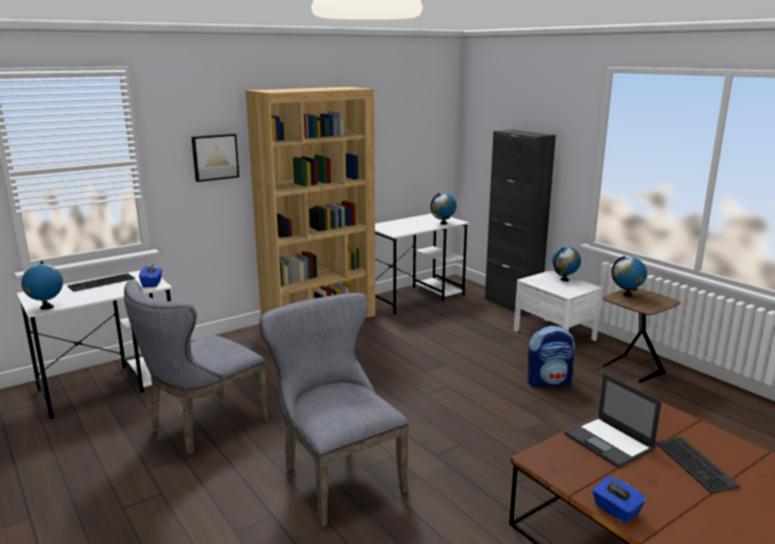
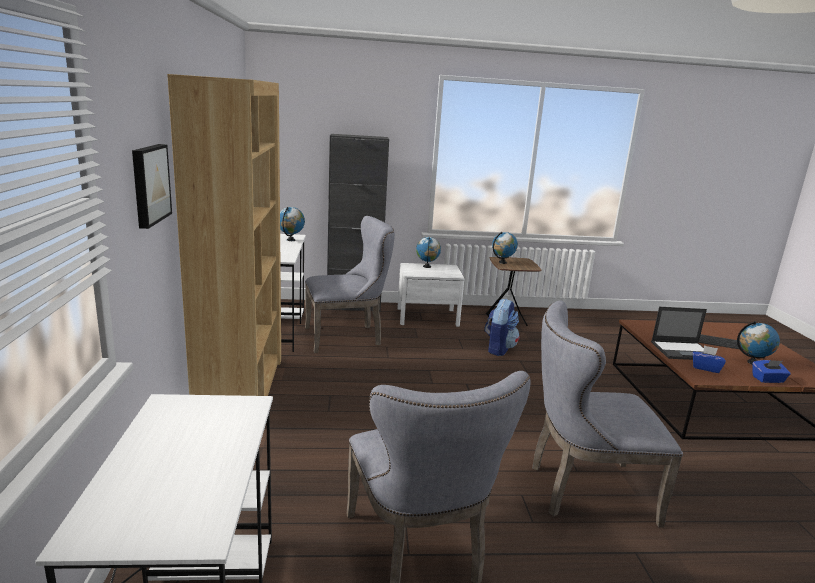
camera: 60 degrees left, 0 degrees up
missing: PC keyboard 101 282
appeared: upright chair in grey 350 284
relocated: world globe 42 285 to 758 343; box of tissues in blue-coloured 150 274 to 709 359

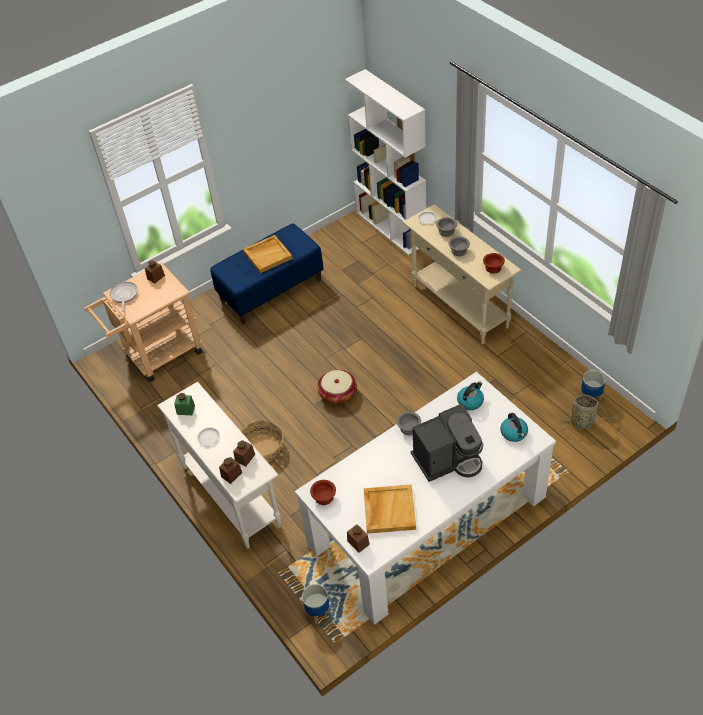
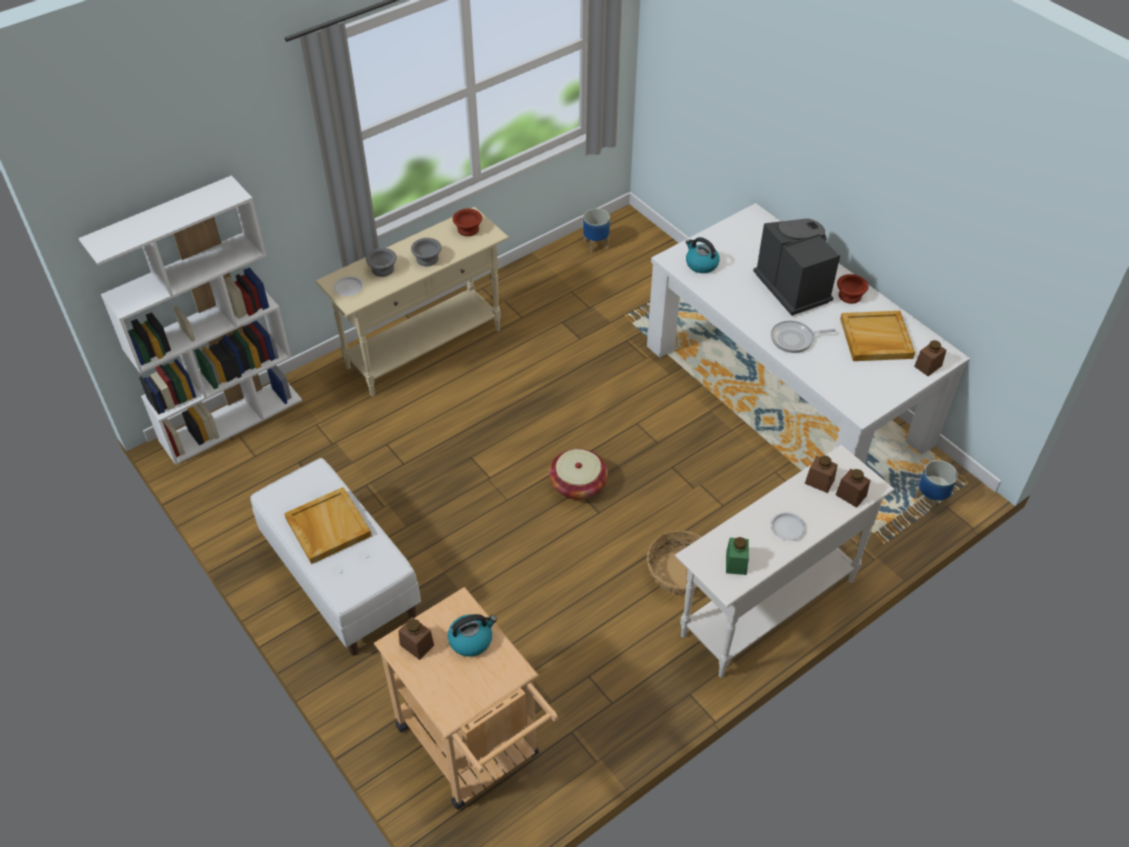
camera: 95 degrees left, 0 degrees up
missing: household basket 588 412; serving bowl in grey 409 423
relocated: pan 124 297 to 803 337; water kettle 514 427 to 472 635; serving bowl in brown 323 492 to 853 289
colour: indoor bench in blue-coloured 267 273 to indoor bench in white-coloured 335 557

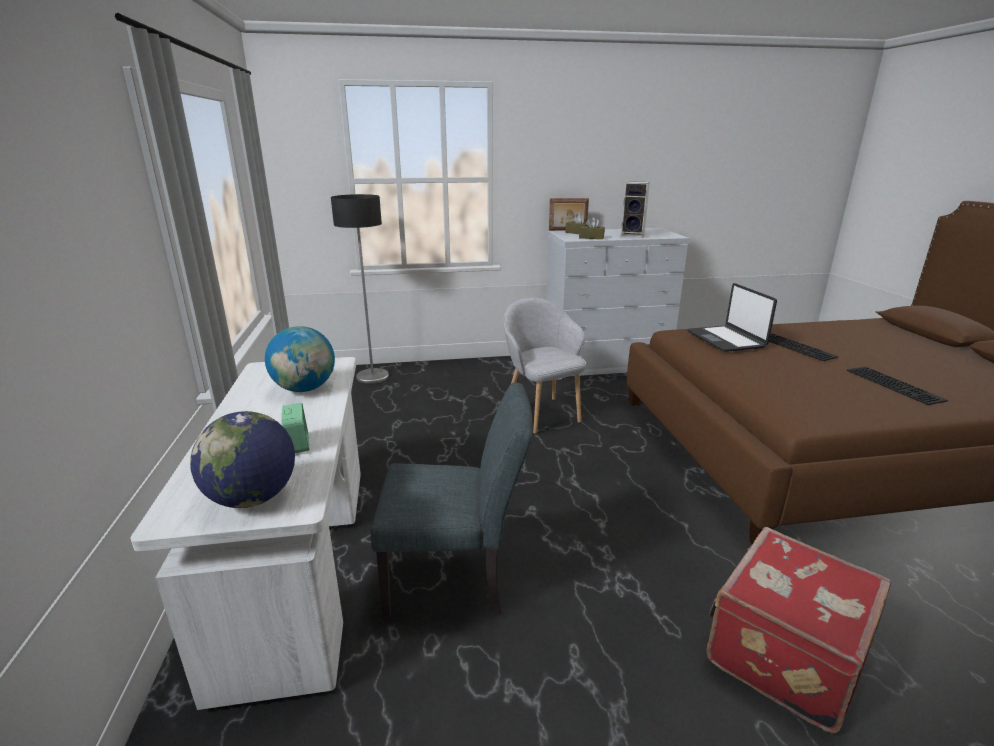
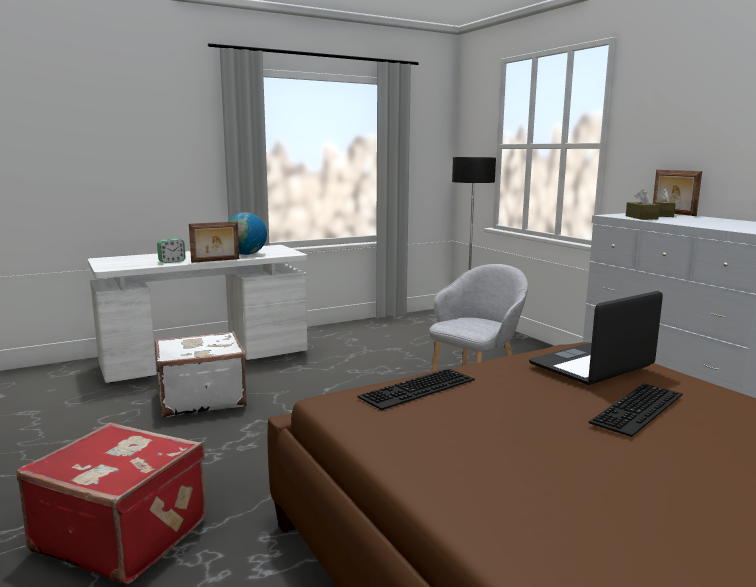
camera: 70 degrees right, 10 degrees down
missing: speaker 635 209; world globe 242 459
appeared: photo frame 214 242
relocated: PC keyboard 897 386 to 416 389
exchanged: upright chair in grey 452 500 to suitcase in white-coloured 201 374

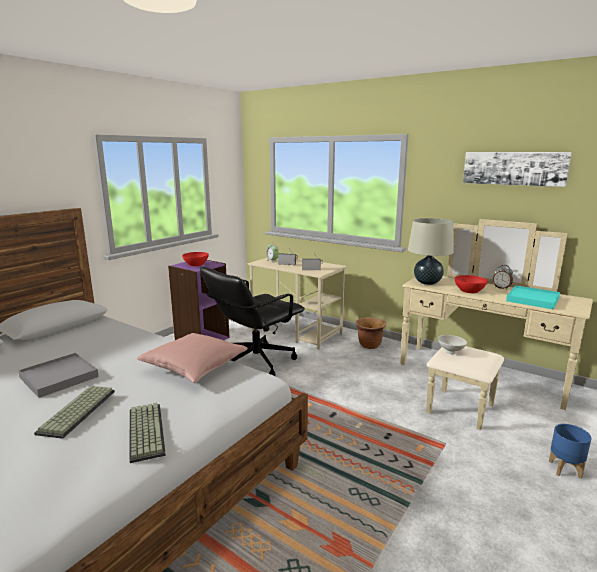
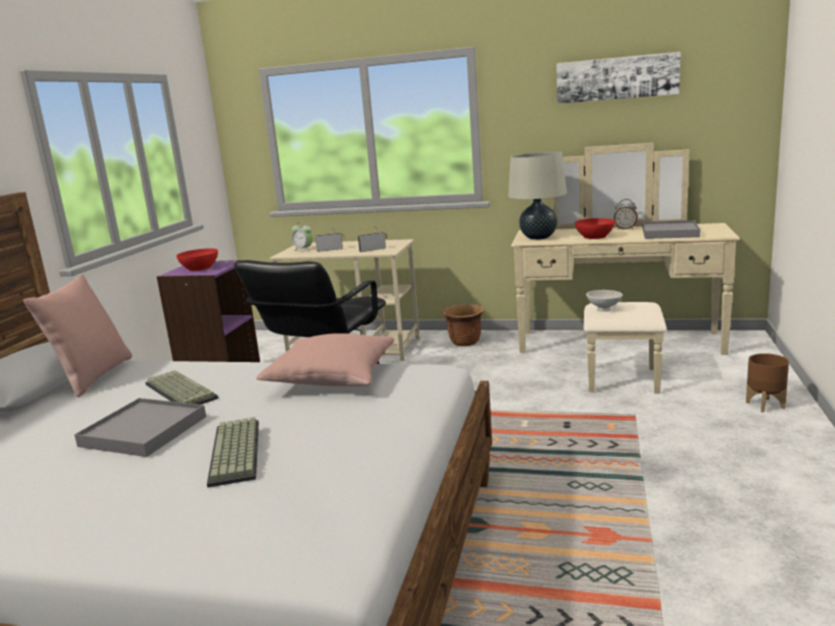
camera: 20 degrees left, 0 degrees up
appeared: throw pillow in pink 77 335
relocated: PC keyboard 147 433 to 181 387
colour: serving tray in blue-green 533 297 to serving tray in grey 671 229; plant pot in blue-coloured 570 451 to plant pot in brown 767 383

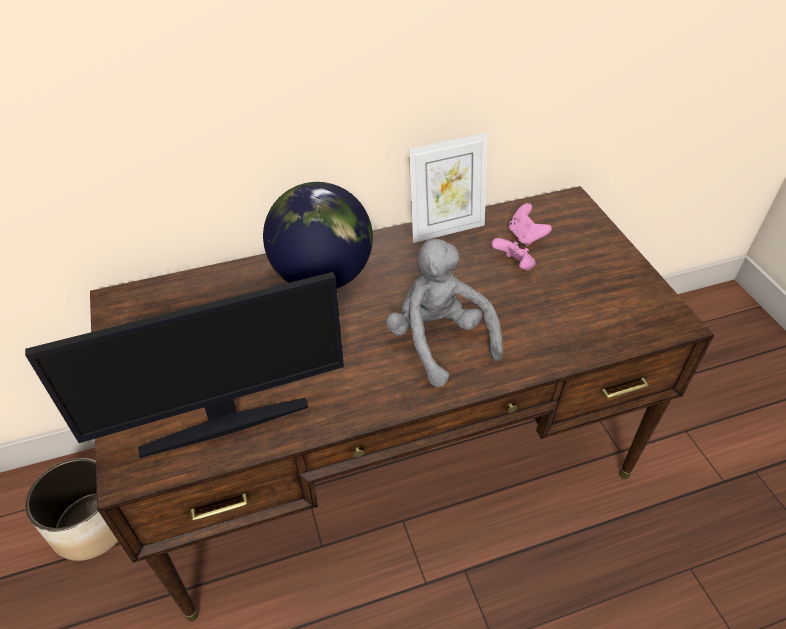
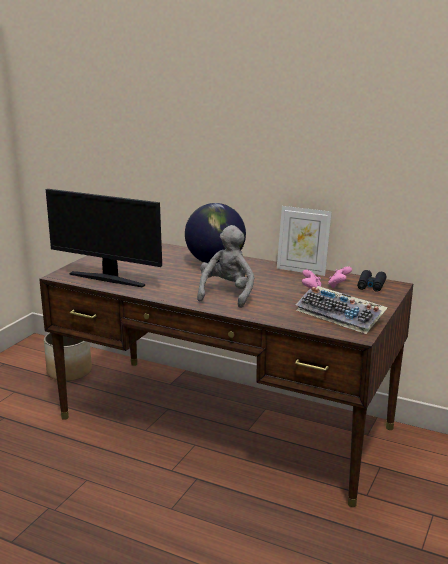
camera: 45 degrees right, 25 degrees down
appeared: binoculars in blackish 372 281; PC keyboard 341 310

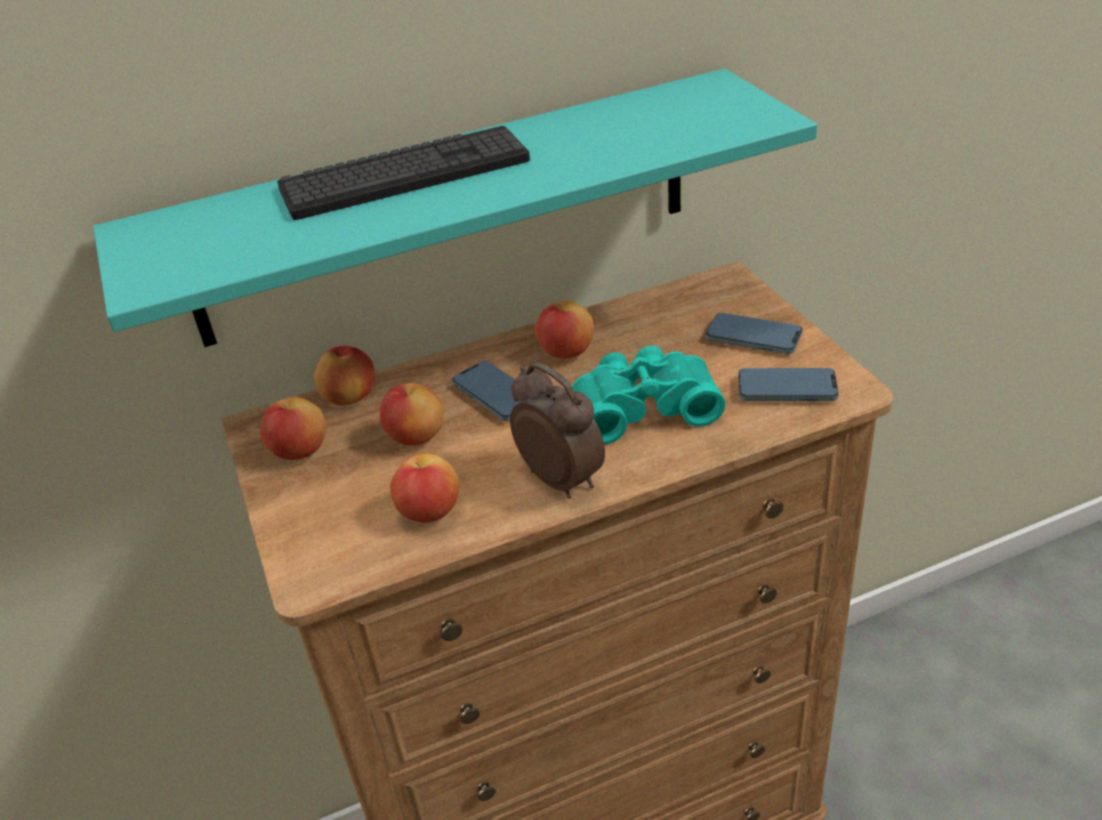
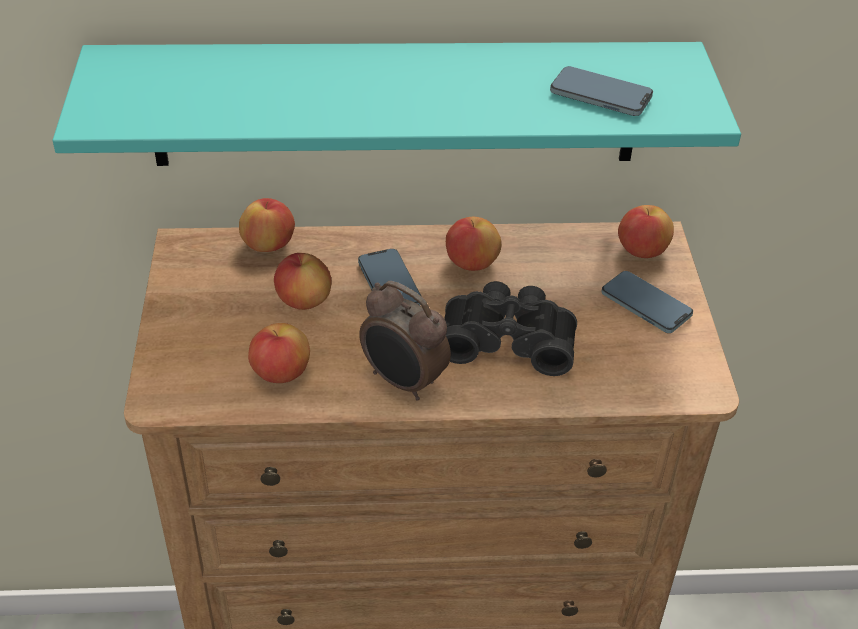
camera: 15 degrees right, 5 degrees up
missing: PC keyboard 403 173
relocated: phone 788 384 to 601 91; apple fruit 293 428 to 646 231
colour: binoculars in blue-green 649 395 to binoculars in blackish 510 328
spun: bedside clock 557 430 = 405 341 150 degrees clockwise

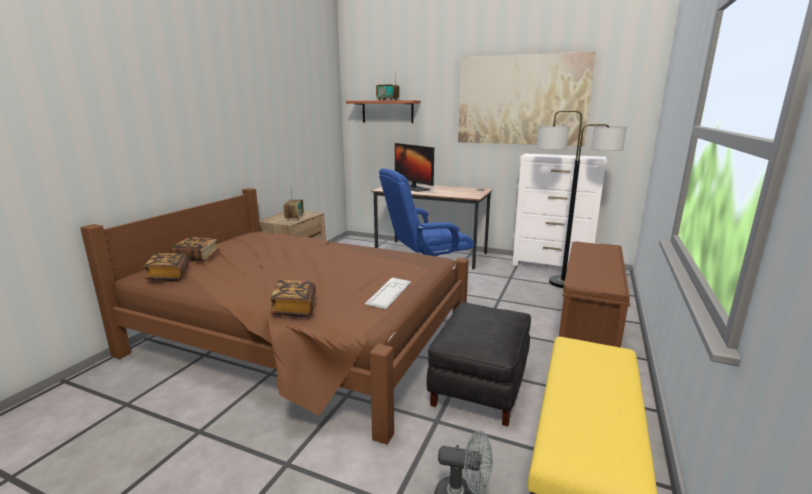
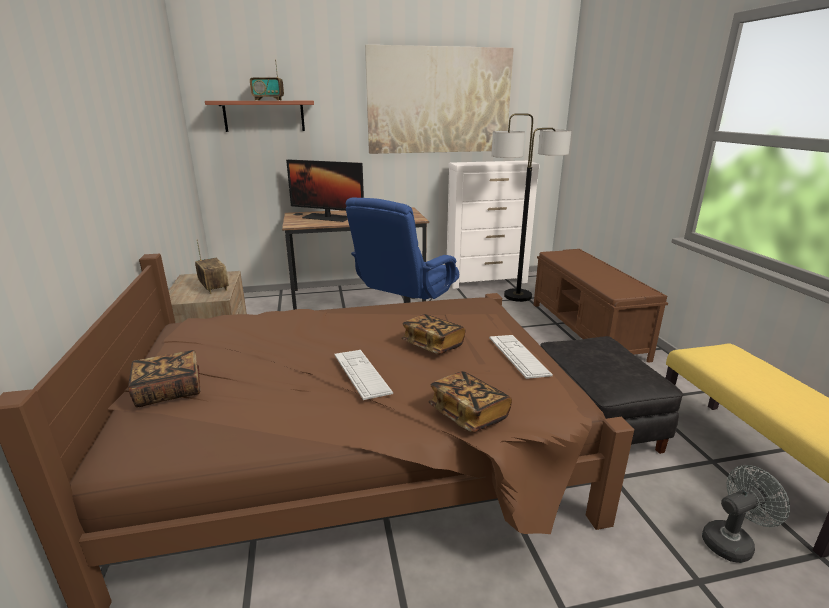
camera: 35 degrees left, 5 degrees up
appeared: PC keyboard 363 375
relocated: book 166 267 to 433 334

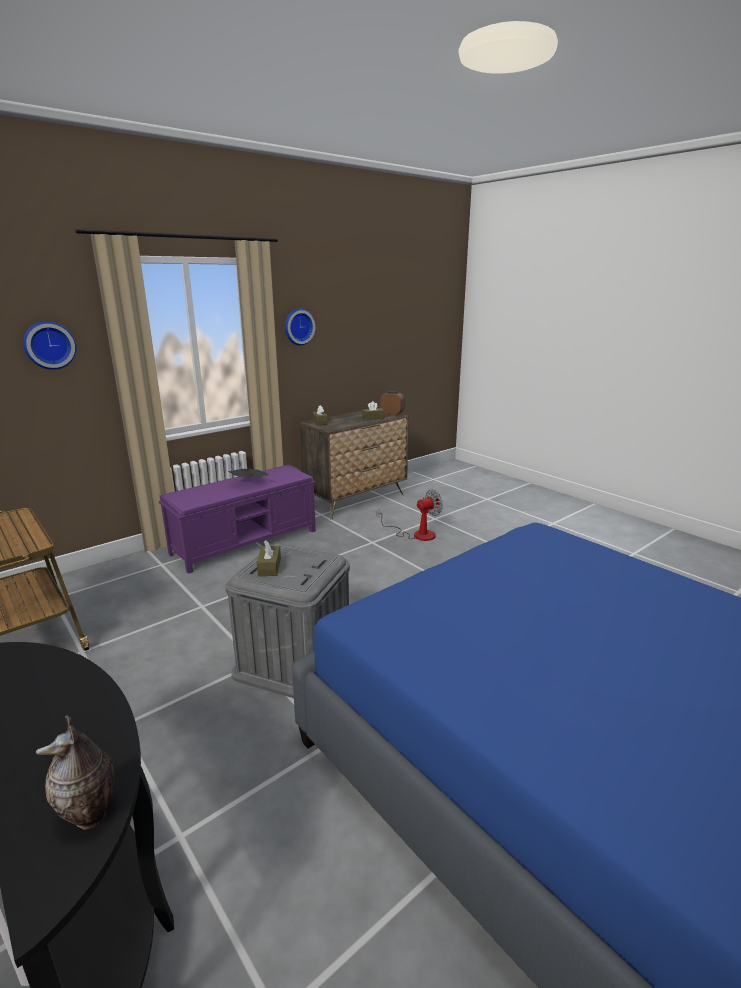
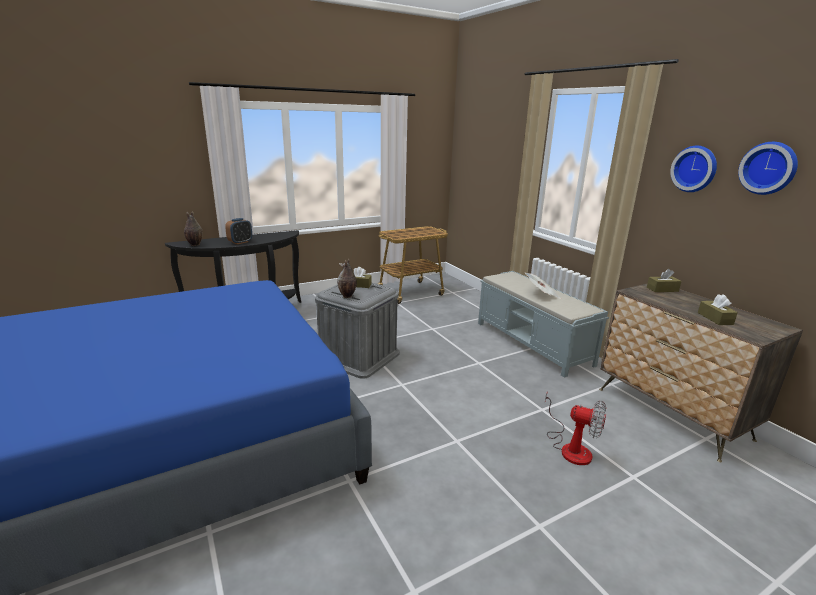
camera: 100 degrees right, 0 degrees up
appeared: decorative vase 347 278
relocated: clock on the wall 50 345 to 768 168; bedside clock 392 403 to 238 231
colour: indoor bench in purplish 237 519 to indoor bench in grey 543 324
spun: fan 410 515 = 576 428 45 degrees counterclockwise

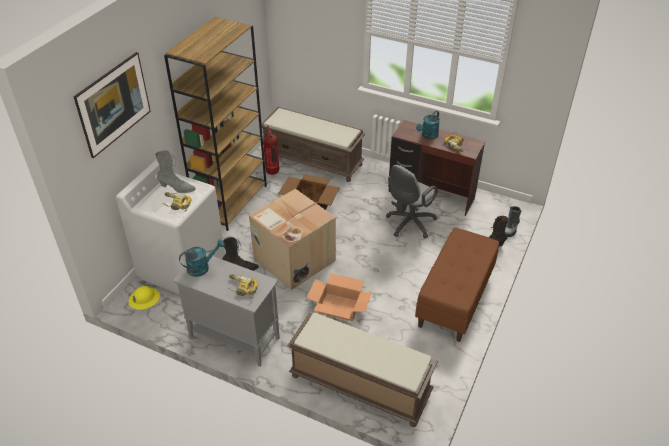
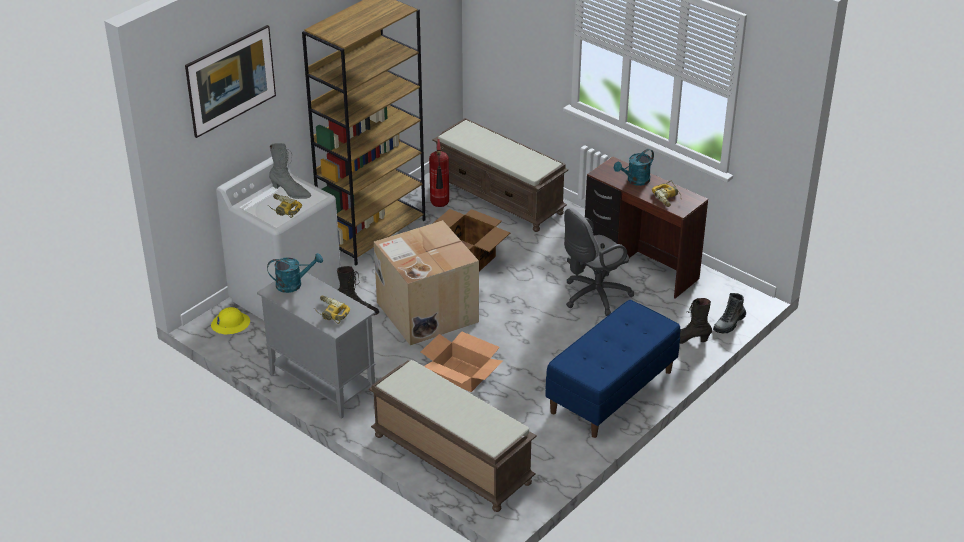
camera: 15 degrees right, 5 degrees down
colour: indoor bench in brown 457 285 to indoor bench in blue-coloured 613 369

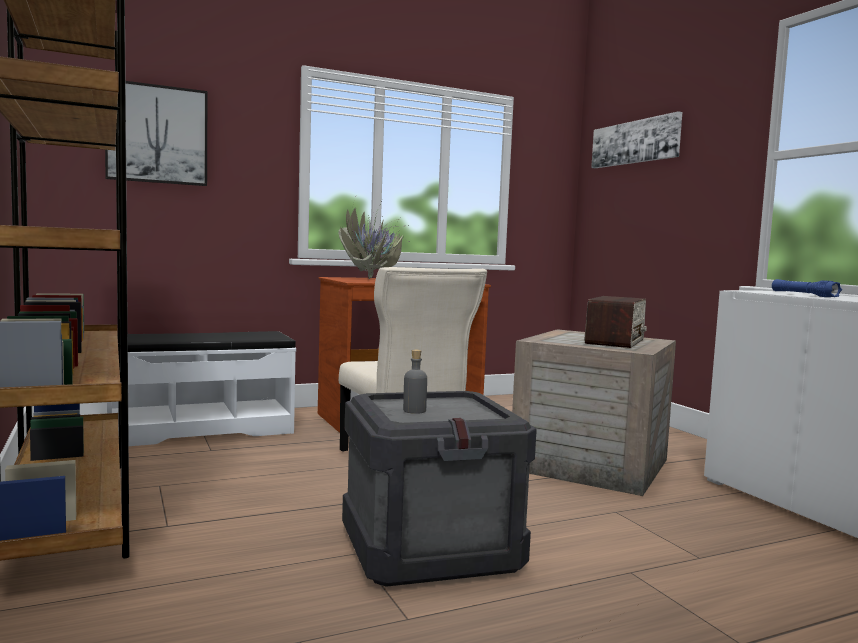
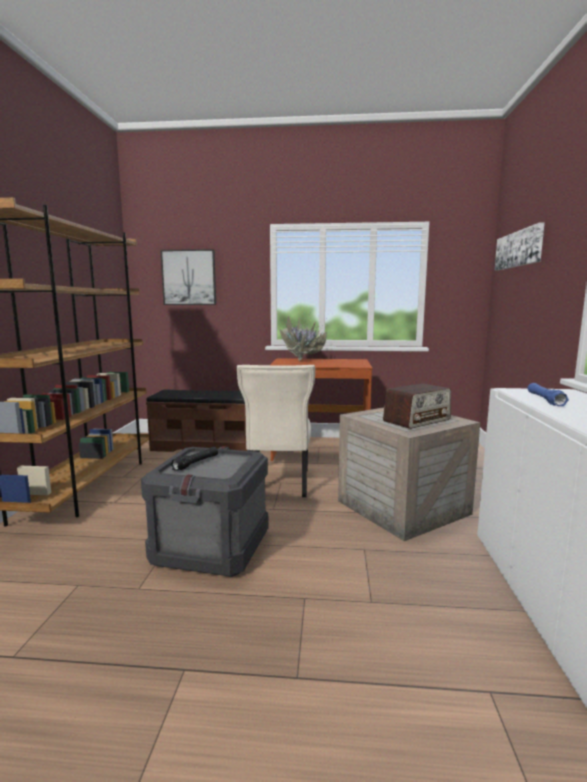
camera: 30 degrees right, 5 degrees up
exchanged: bottle in grey 415 382 to torch in blackish 194 459
colour: indoor bench in white-coloured 201 388 to indoor bench in brown 196 420

